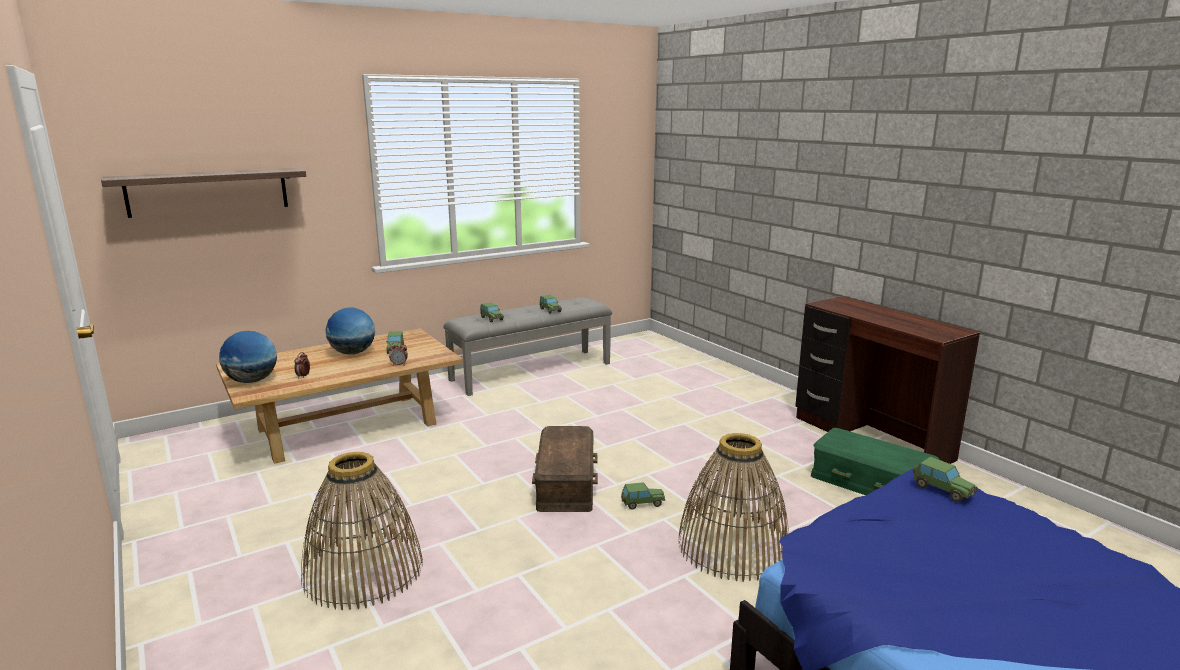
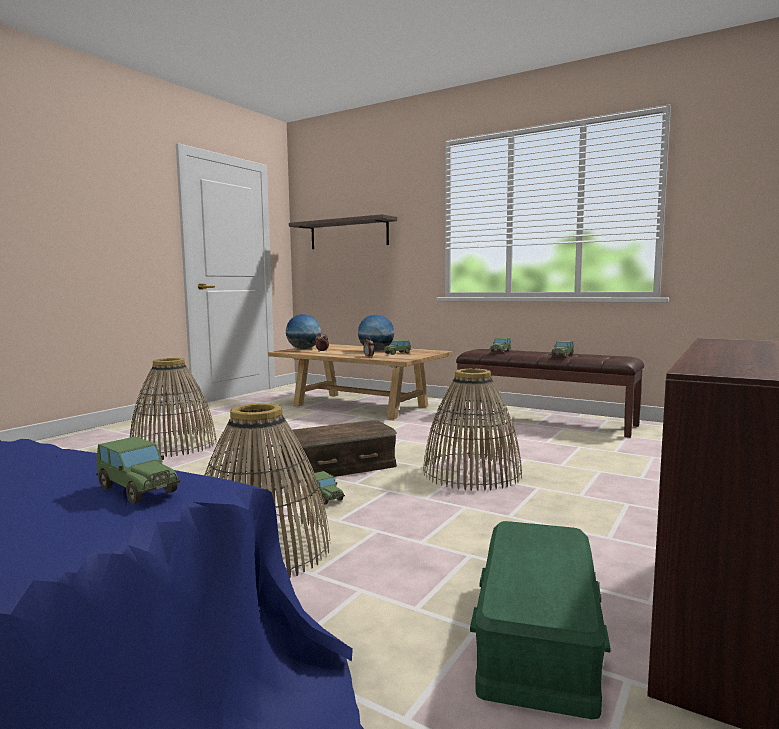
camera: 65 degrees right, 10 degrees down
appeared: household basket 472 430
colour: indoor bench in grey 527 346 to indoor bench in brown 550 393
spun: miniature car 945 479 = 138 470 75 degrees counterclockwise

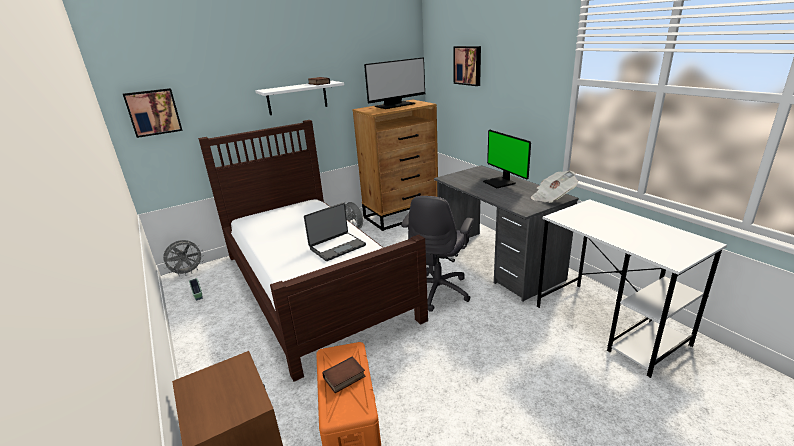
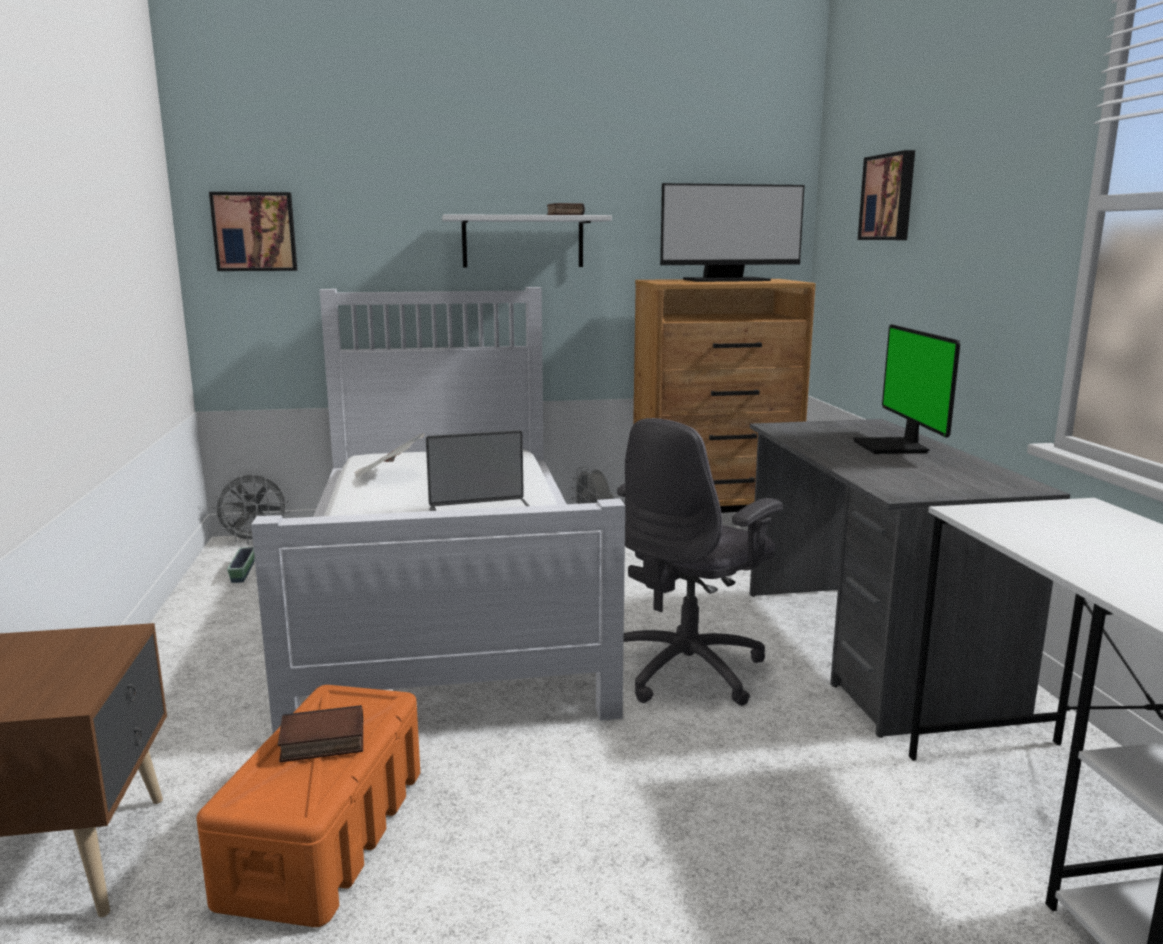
camera: 20 degrees right, 10 degrees down
relocated: daily paper 554 187 to 389 455
colour: bedroom bed in brown 313 251 to bedroom bed in white-coloured 438 510

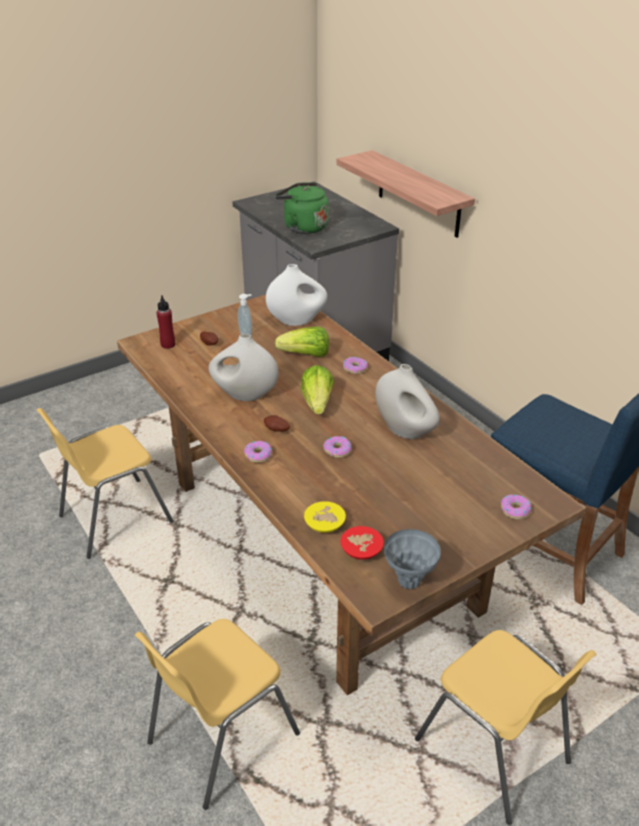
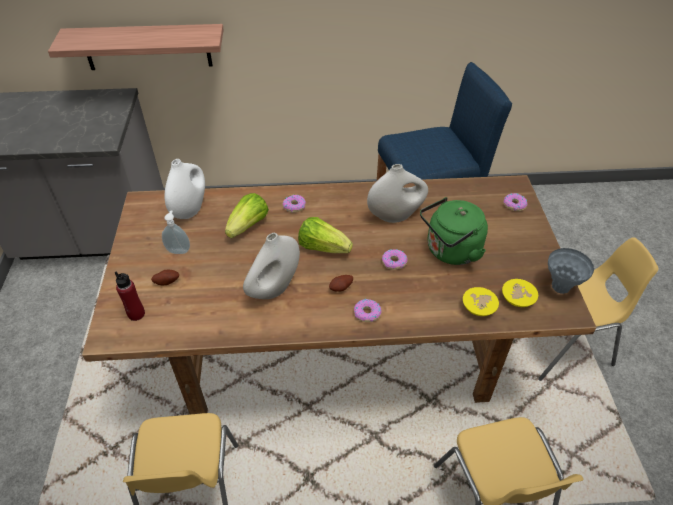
camera: 60 degrees left, 10 degrees up
relocated: water kettle in green-coloured 302 208 to 454 231
colour: serving bowl in reddish 362 543 to serving bowl in yellow 520 293

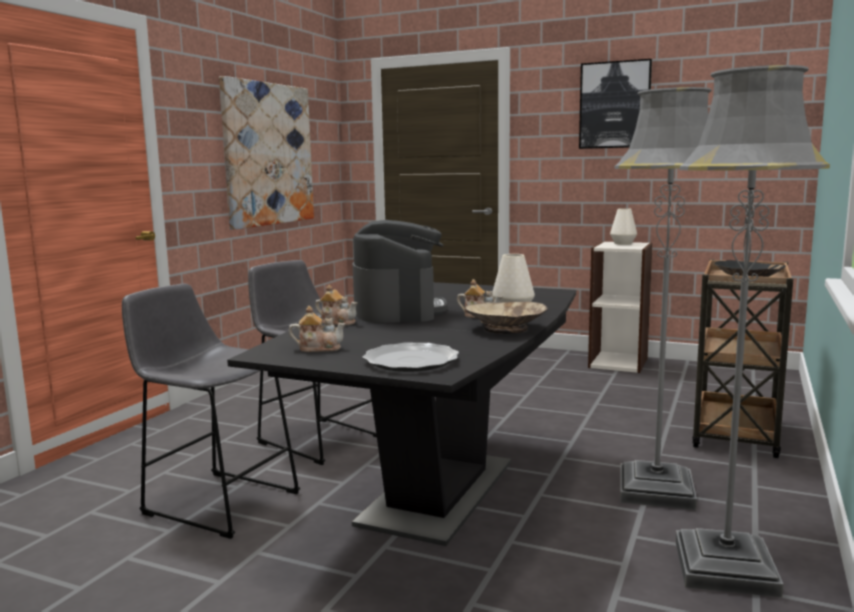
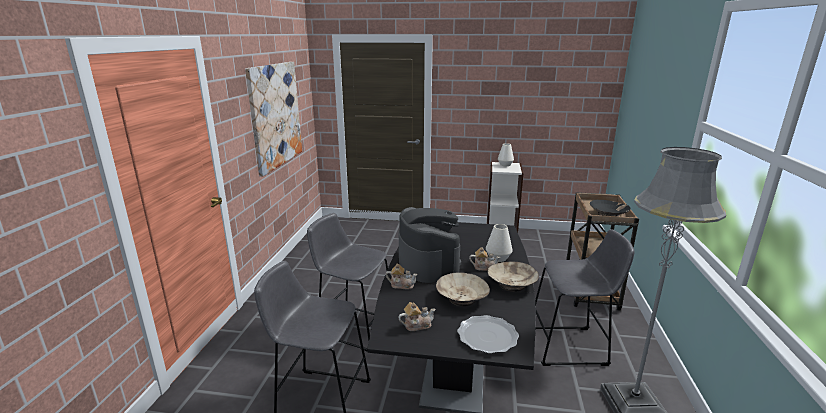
camera: 15 degrees left, 10 degrees up
missing: picture 615 104
appeared: serving bowl in beige-coloured 463 289
exchanged: floor lamp in grey 663 298 to sitting stool in grey 585 297

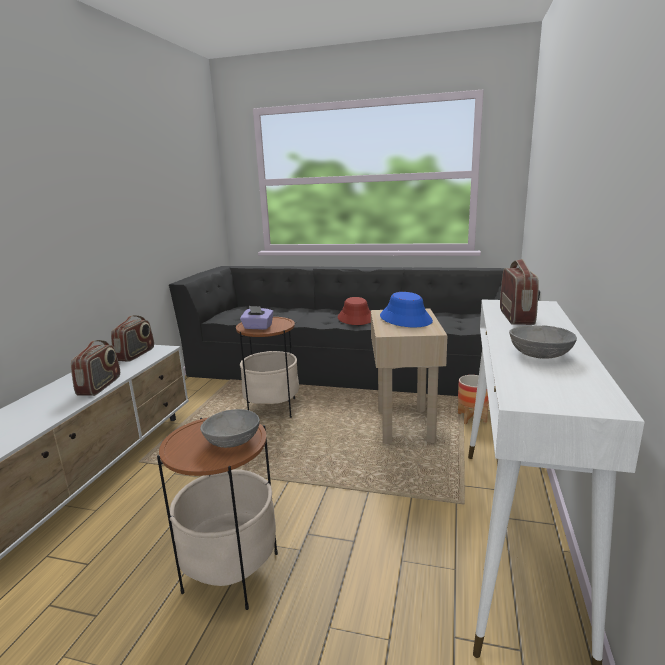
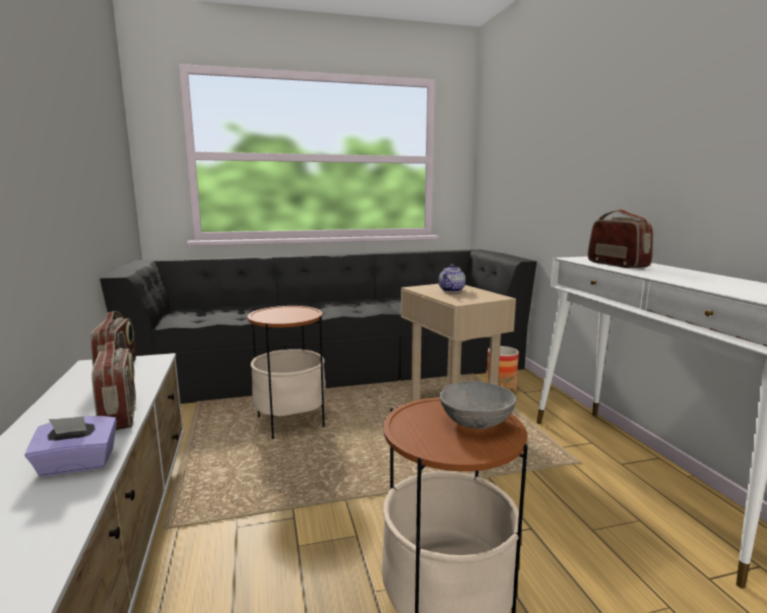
camera: 30 degrees left, 5 degrees down
missing: wearable hat in reddish 354 311; serving bowl in grey 543 342
relocated: box of tissues in purplish 257 318 to 71 446
exchanged: wearable hat in blue-coloured 406 309 to teapot 452 278

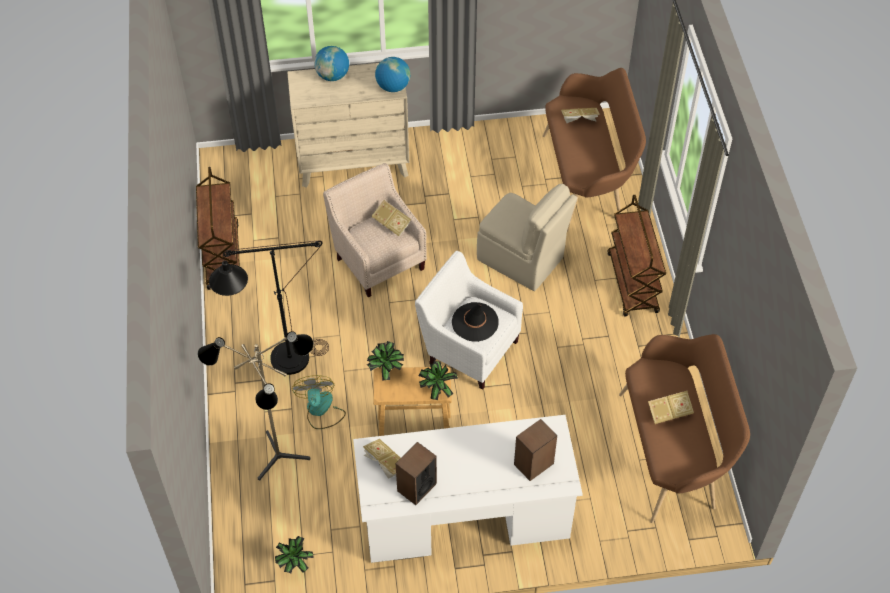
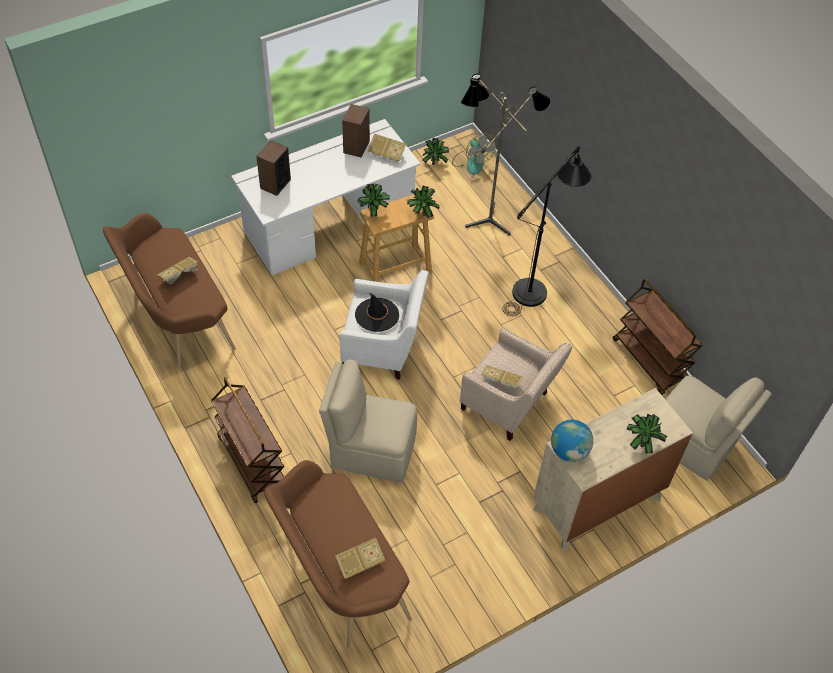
camera: 155 degrees right, 0 degrees up
appeared: upright chair in beige-coloured 718 428
relocated: fan 319 402 to 474 154
exchanged: world globe 331 63 to houseplant 646 434

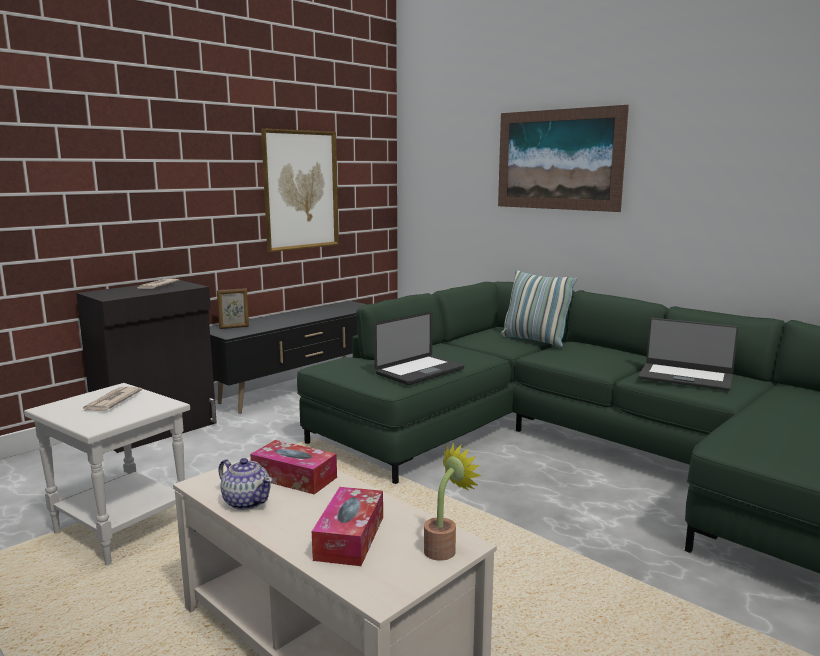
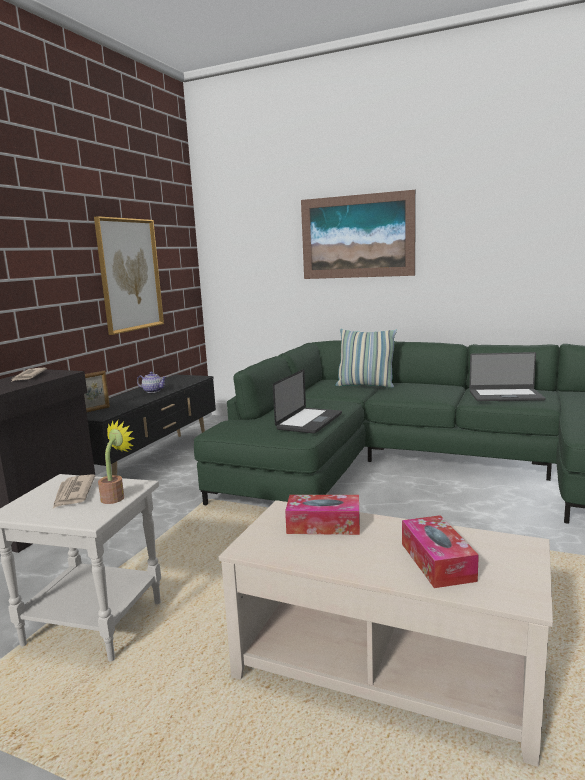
camera: 20 degrees left, 0 degrees up
relocated: houseplant 452 502 to 116 462; teapot 245 484 to 152 382

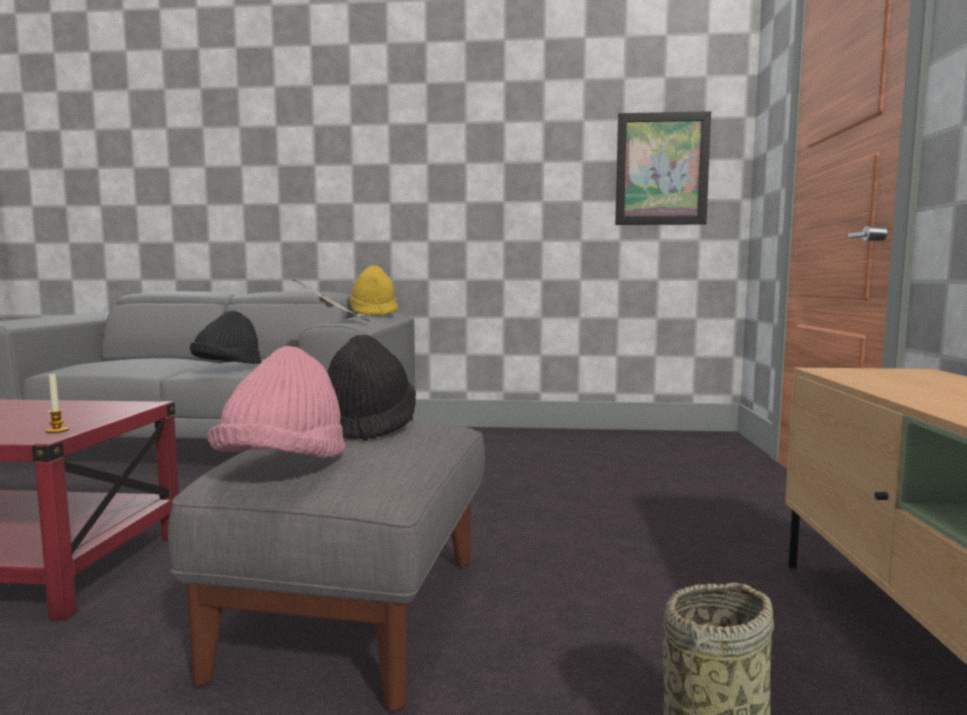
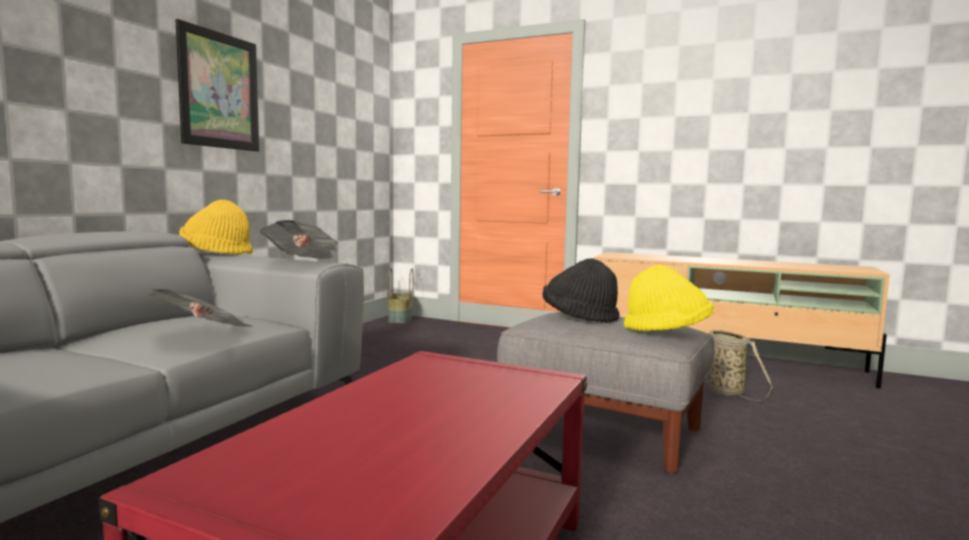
camera: 70 degrees left, 0 degrees up
missing: wax candle 57 402
appeared: household basket 400 295
relocated: picture 663 168 to 217 85
exchanged: wearable hat in blackish 226 337 to daily paper 200 308
colour: wearable hat in pink 276 402 to wearable hat in yellow 669 298

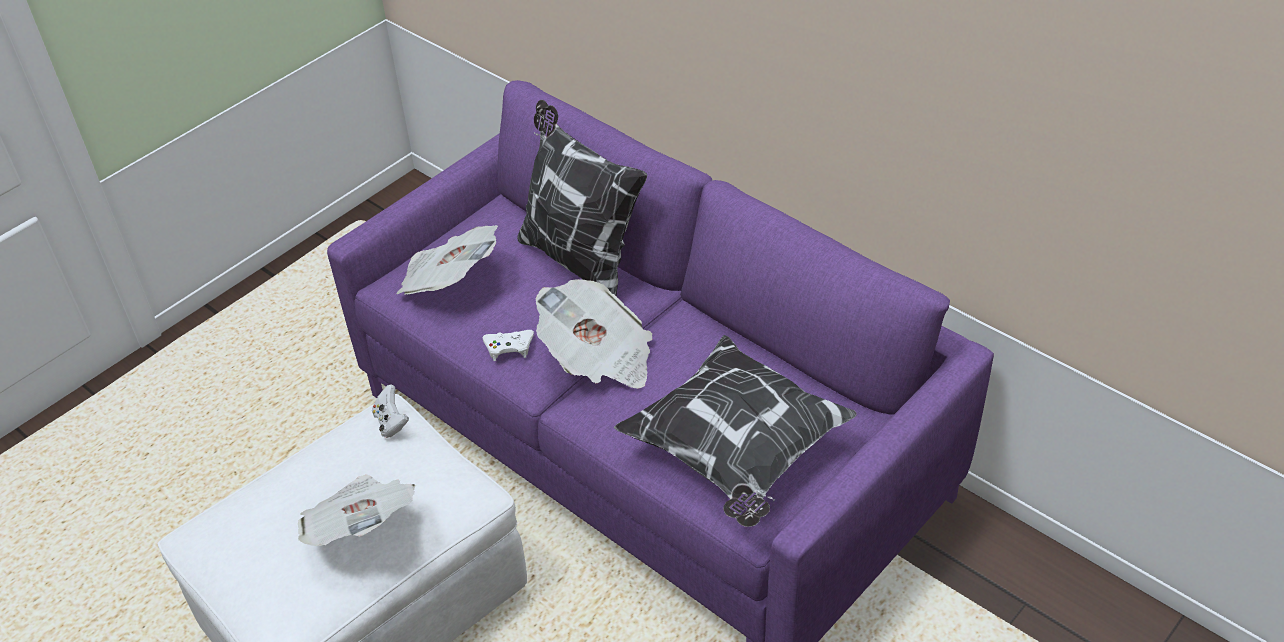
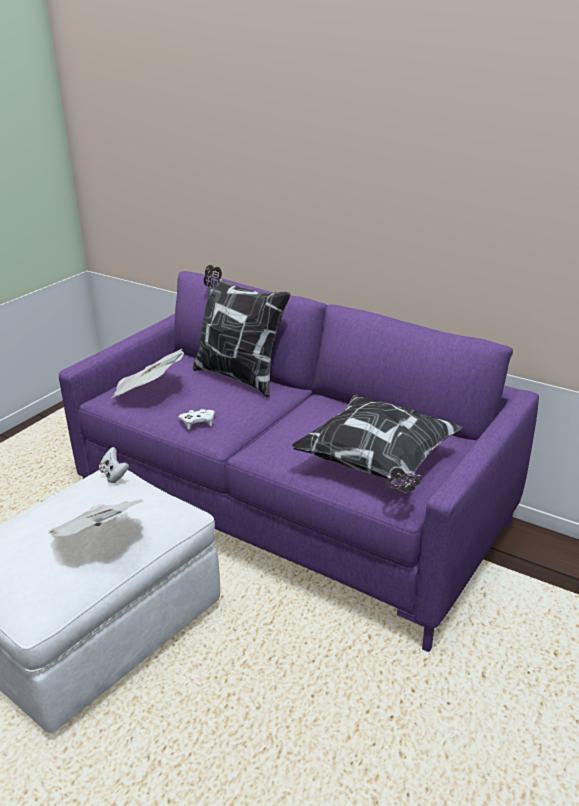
camera: 10 degrees left, 15 degrees down
missing: daily paper 594 334

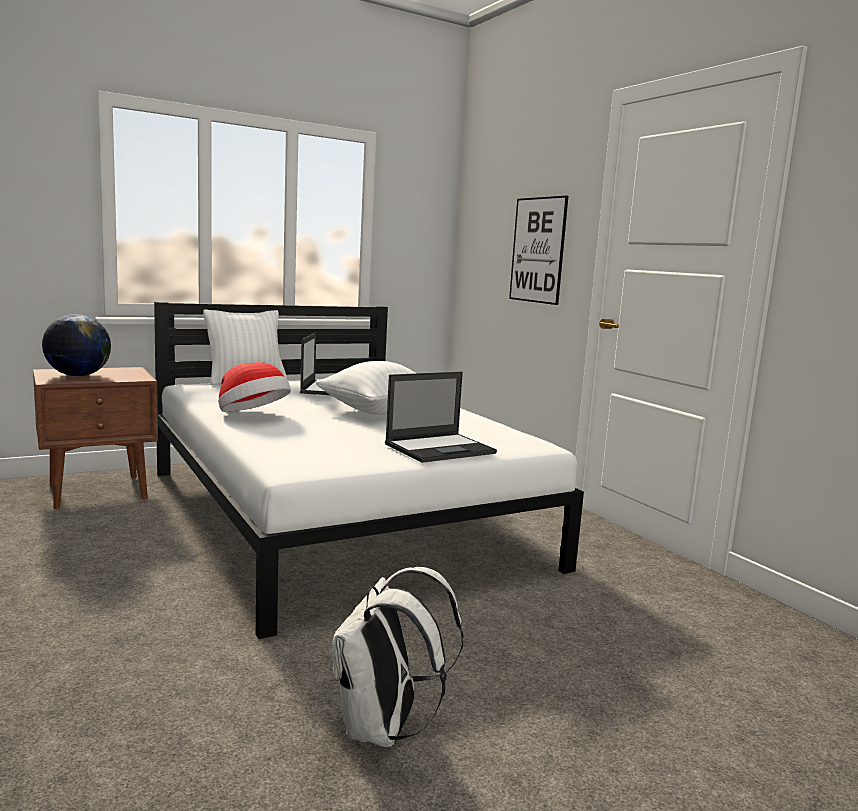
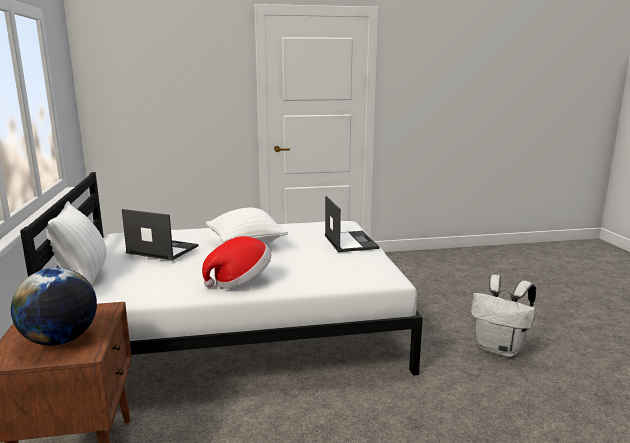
camera: 70 degrees left, 5 degrees up
missing: picture 538 250

